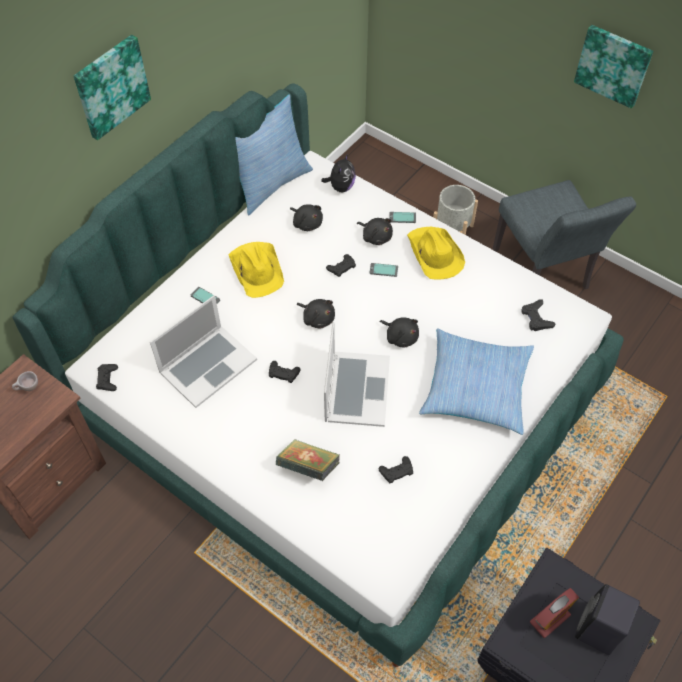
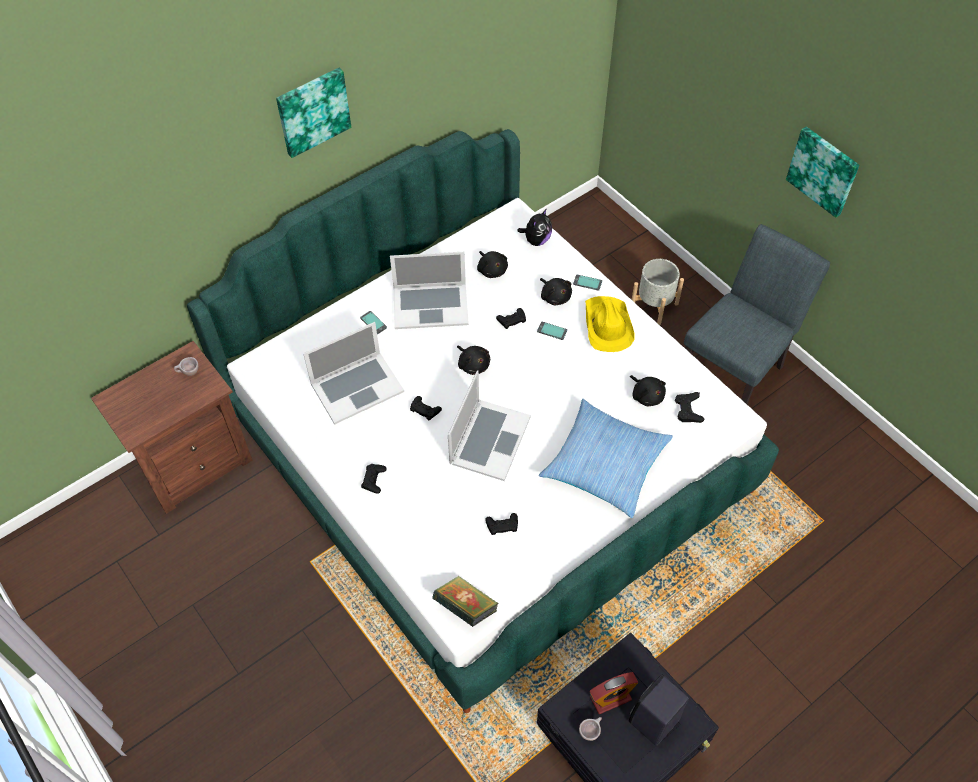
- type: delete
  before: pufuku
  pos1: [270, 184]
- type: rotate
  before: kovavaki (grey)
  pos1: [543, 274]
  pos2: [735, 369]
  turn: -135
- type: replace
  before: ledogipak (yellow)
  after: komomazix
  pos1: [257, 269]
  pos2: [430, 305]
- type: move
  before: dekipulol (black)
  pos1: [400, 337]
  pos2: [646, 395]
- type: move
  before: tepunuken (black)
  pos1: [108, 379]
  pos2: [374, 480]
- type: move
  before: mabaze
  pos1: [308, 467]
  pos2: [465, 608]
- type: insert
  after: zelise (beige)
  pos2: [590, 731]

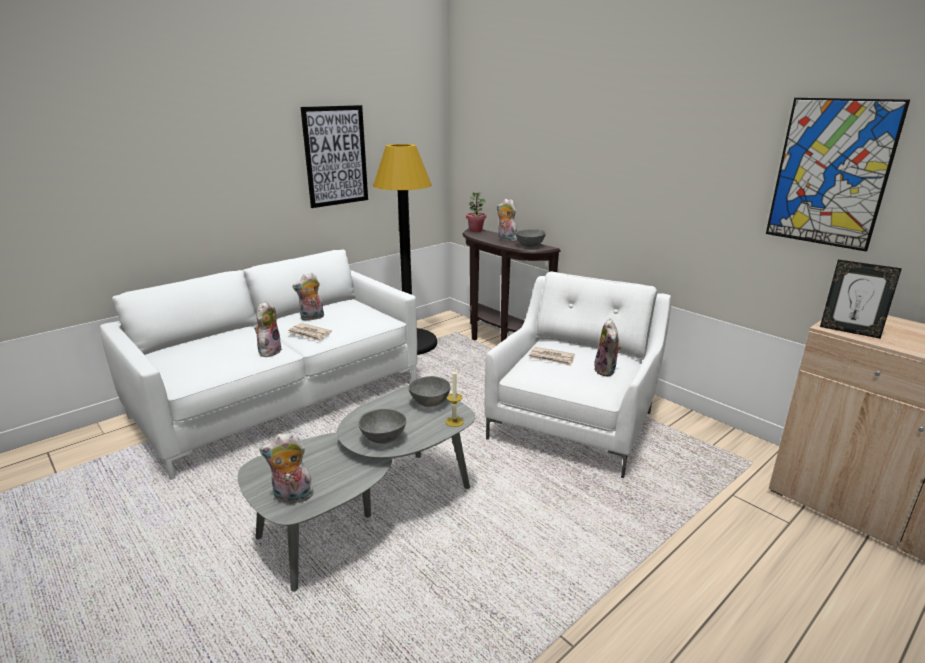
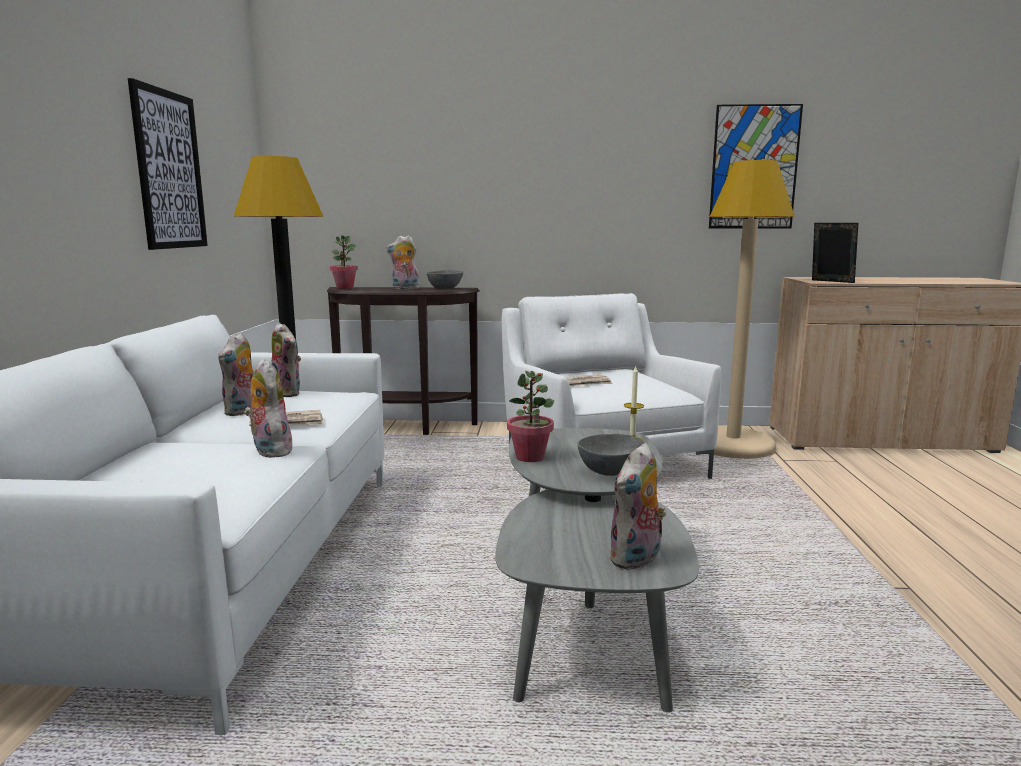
- type: rotate
  before: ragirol
  pos1: [849, 331]
  pos2: [831, 281]
  turn: -120
- type: move
  before: dekipulol
  pos1: [606, 371]
  pos2: [289, 393]
- type: delete
  before: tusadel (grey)
  pos1: [429, 403]
- type: insert
  after: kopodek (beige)
  pos2: [732, 445]
- type: insert
  after: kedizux
  pos2: [530, 457]

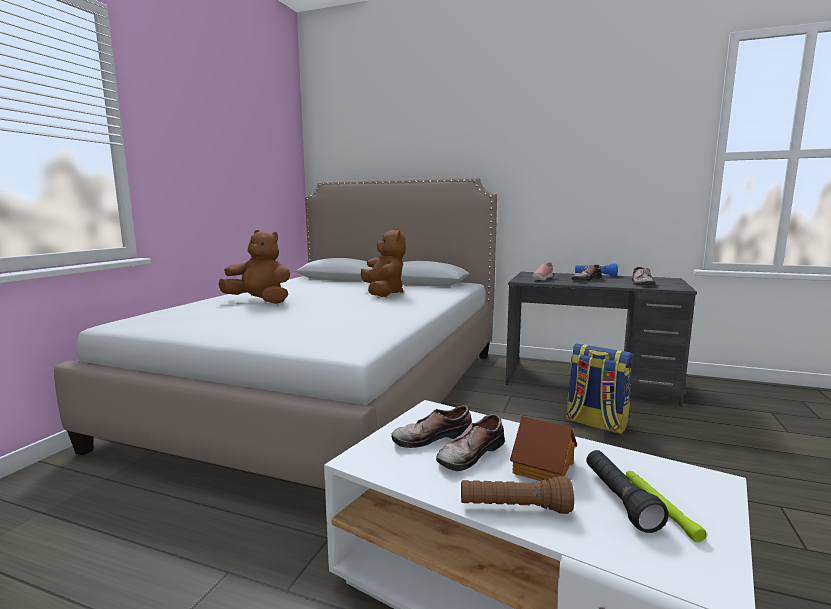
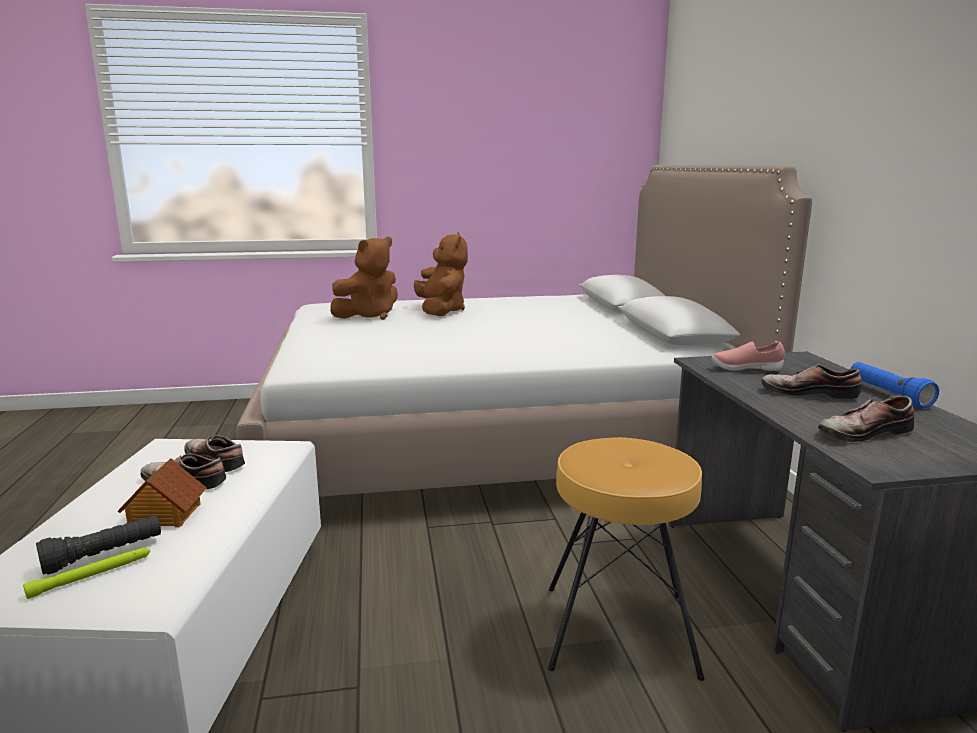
- type: move
  before: dekipulol (brown)
  pos1: [383, 293]
  pos2: [369, 316]
- type: replace
  before: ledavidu
  after: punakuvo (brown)
  pos1: [595, 423]
  pos2: [618, 628]
- type: delete
  before: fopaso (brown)
  pos1: [514, 508]

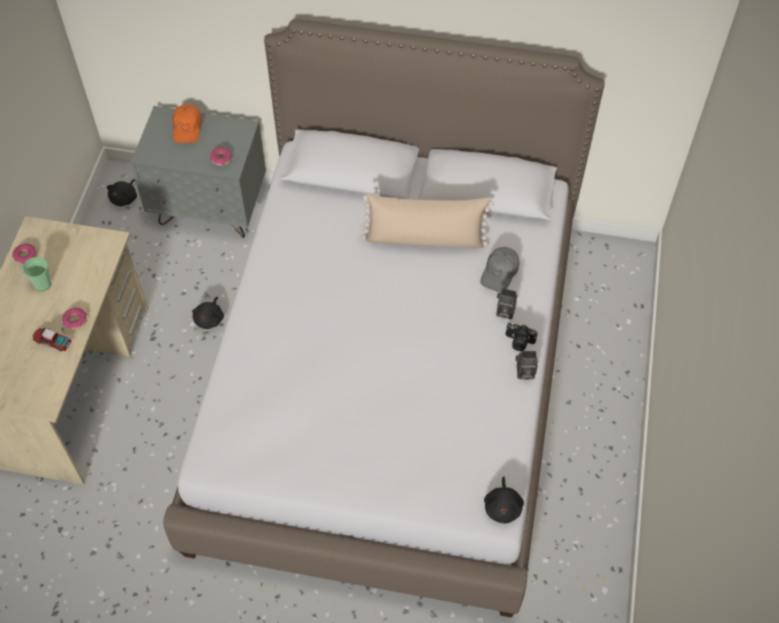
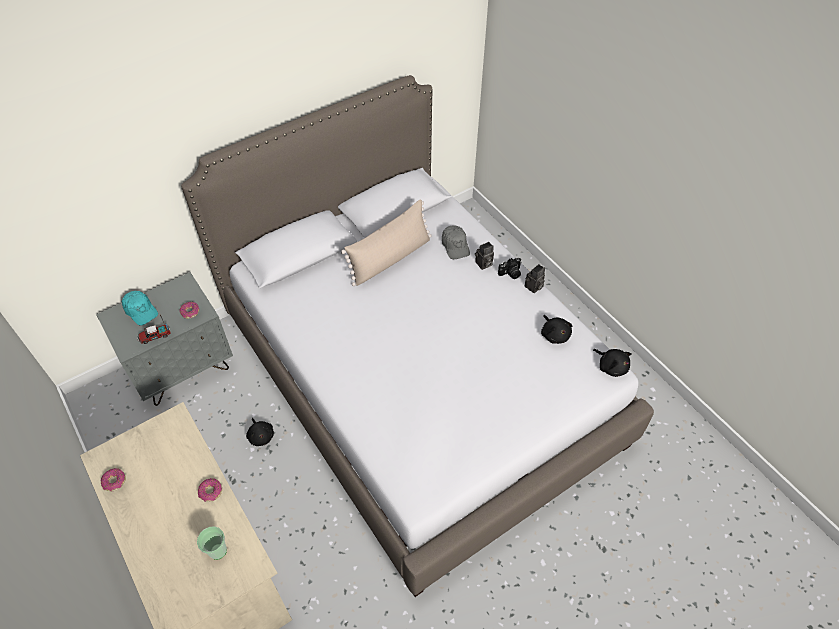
- type: recolor
  before: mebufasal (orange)
  after: mebufasal (turquoise)
  pos1: [187, 128]
  pos2: [141, 310]
- type: move
  before: dekipulol (black)
  pos1: [125, 198]
  pos2: [554, 334]
- type: move
  before: zelise
  pos1: [43, 284]
  pos2: [217, 550]
- type: move
  before: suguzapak
  pos1: [52, 342]
  pos2: [155, 336]

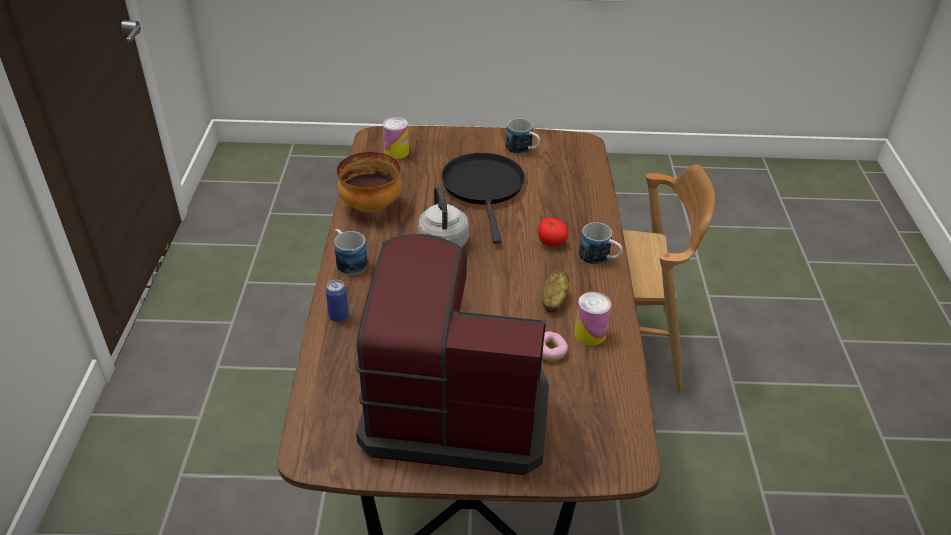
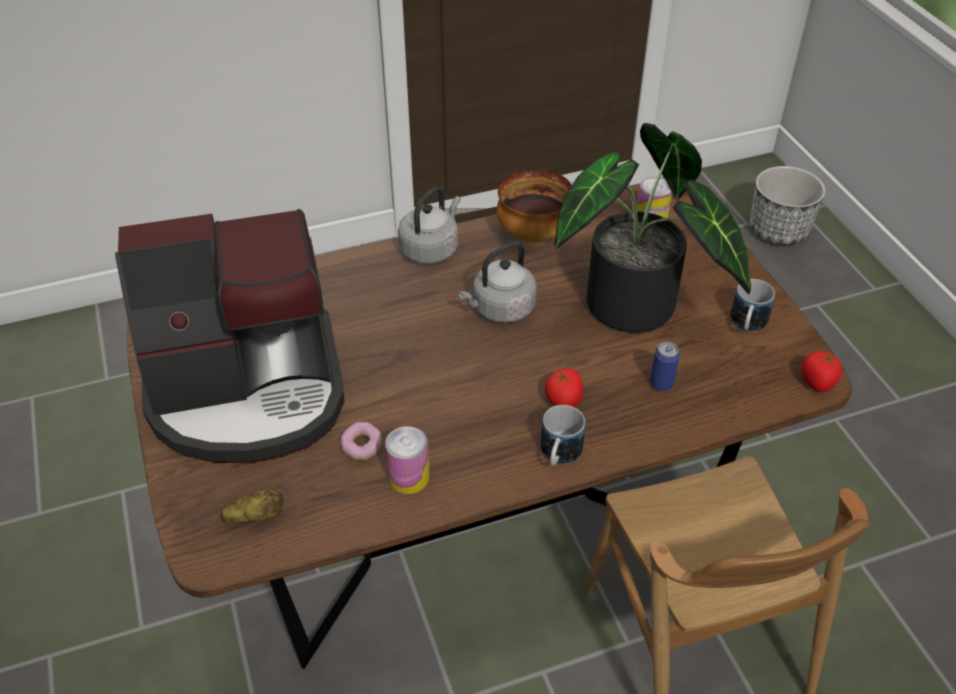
- type: replace
  before: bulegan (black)
  after: kedizux
  pos1: [484, 188]
  pos2: [634, 312]
- type: replace
  before: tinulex
  after: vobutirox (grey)
  pos1: [348, 261]
  pos2: [431, 249]
- type: rotate
  before: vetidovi
  pos1: [455, 407]
  pos2: [249, 391]
  turn: 90
- type: move
  before: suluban
  pos1: [553, 300]
  pos2: [255, 517]
- type: move
  before: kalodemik
  pos1: [338, 316]
  pos2: [661, 384]
- type: insert
  after: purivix
  pos2: [779, 230]
- type: insert
  after: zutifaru
  pos2: [817, 382]

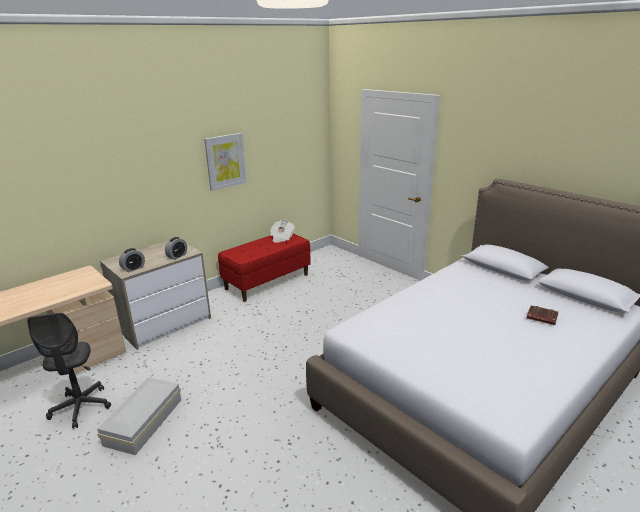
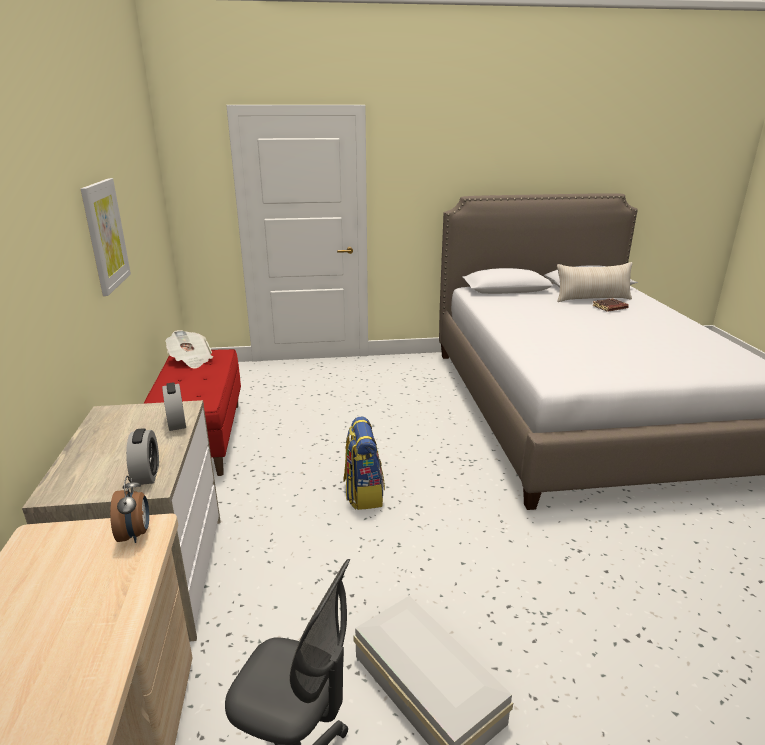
- type: insert
  after: pufuku (beige)
  pos2: [592, 299]
- type: insert
  after: ledavidu
  pos2: [363, 493]
- type: insert
  after: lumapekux
  pos2: [135, 534]

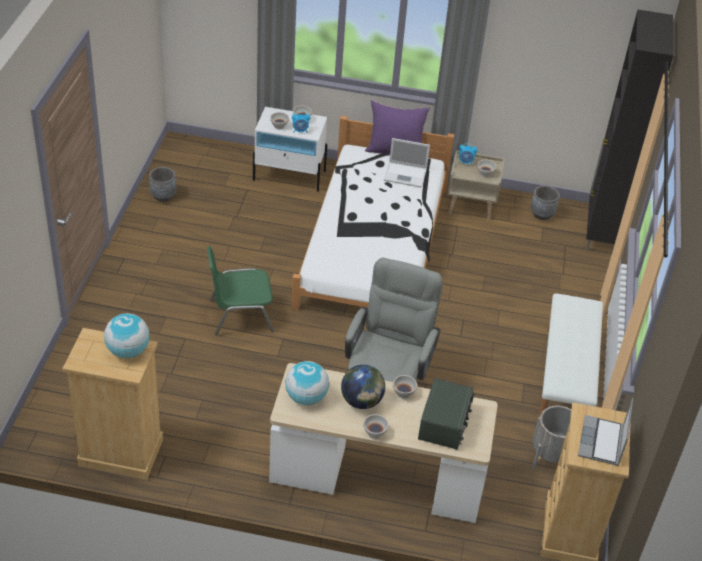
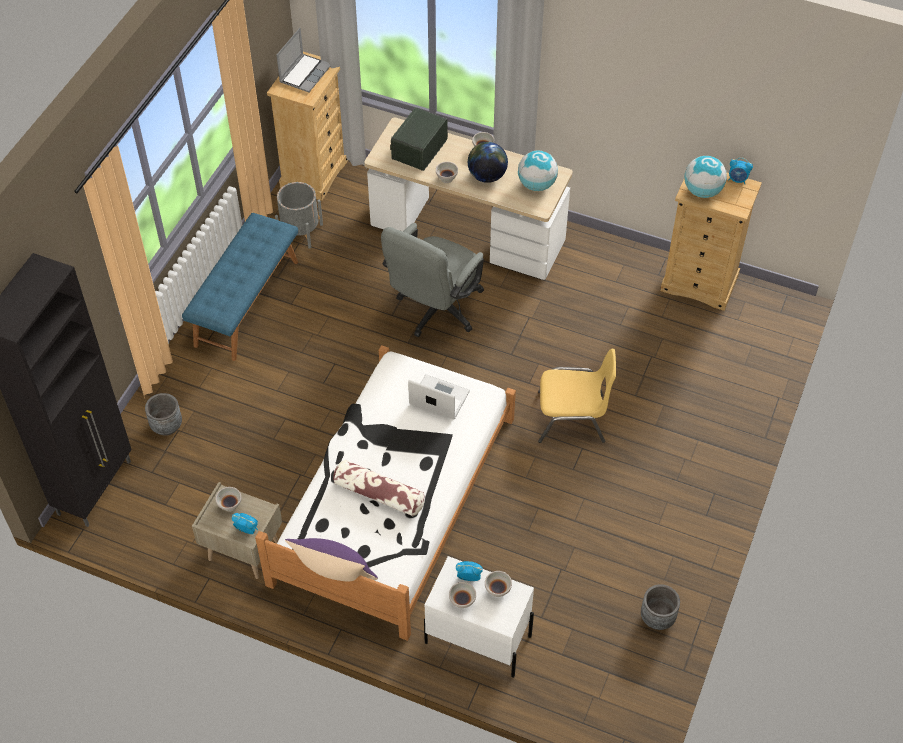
- type: move
  before: komomazix
  pos1: [406, 175]
  pos2: [438, 397]
- type: move
  before: purivix (grey)
  pos1: [542, 214]
  pos2: [166, 426]
- type: recolor
  before: kovavaki (green)
  after: kovavaki (yellow)
  pos1: [240, 315]
  pos2: [572, 418]
- type: recolor
  before: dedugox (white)
  after: dedugox (blue)
  pos1: [565, 379]
  pos2: [246, 302]
- type: insert
  after: lumapekux
  pos2: [737, 180]
- type: insert
  after: pufuku
  pos2: [379, 494]

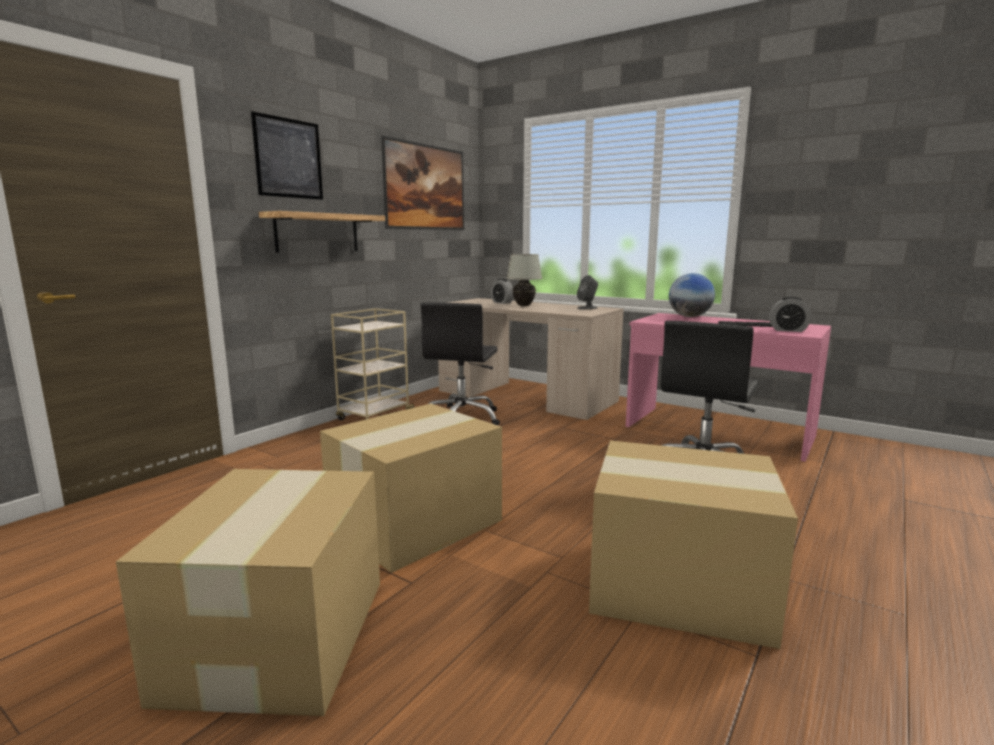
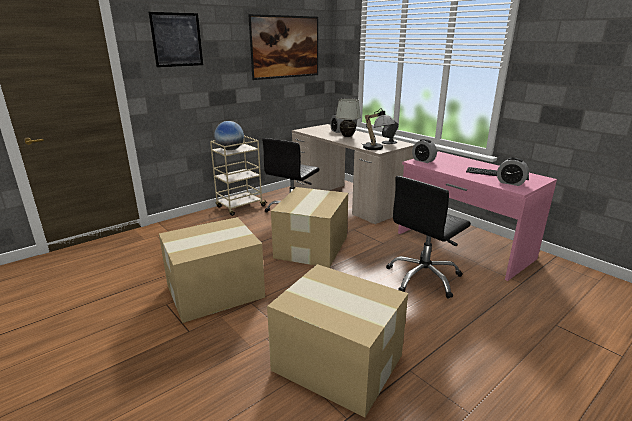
- type: delete
  before: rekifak
  pos1: [317, 233]
- type: move
  before: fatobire
  pos1: [689, 317]
  pos2: [230, 149]
- type: move
  before: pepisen
  pos1: [281, 634]
  pos2: [312, 246]
- type: insert
  after: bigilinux
  pos2: [377, 149]
- type: insert
  after: lumapekux
  pos2: [423, 160]

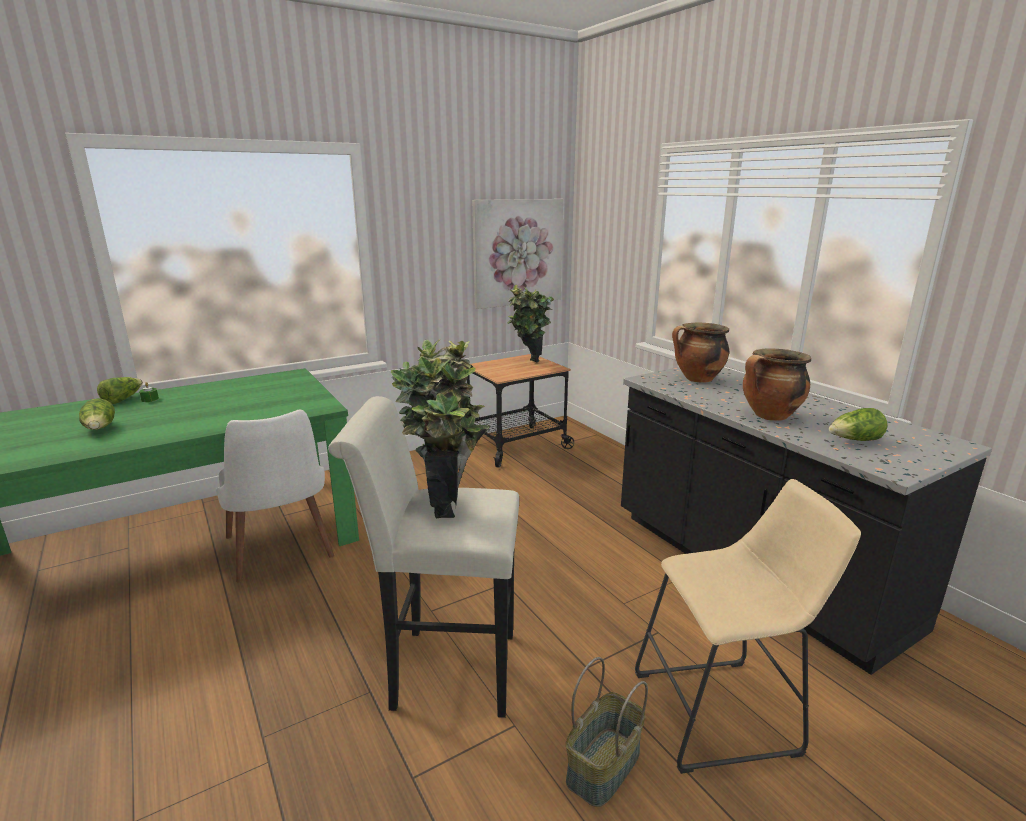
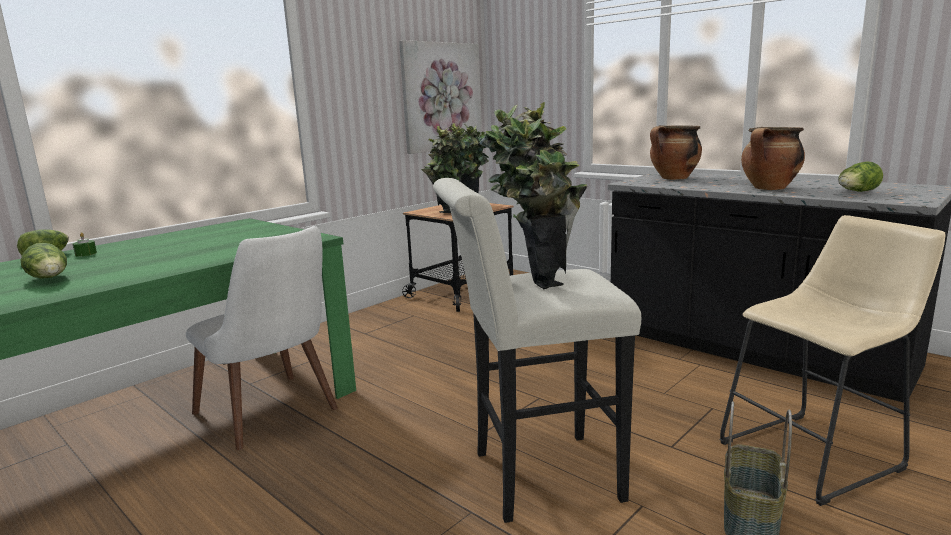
- type: insert
  after: kedizux
  pos2: [450, 216]

